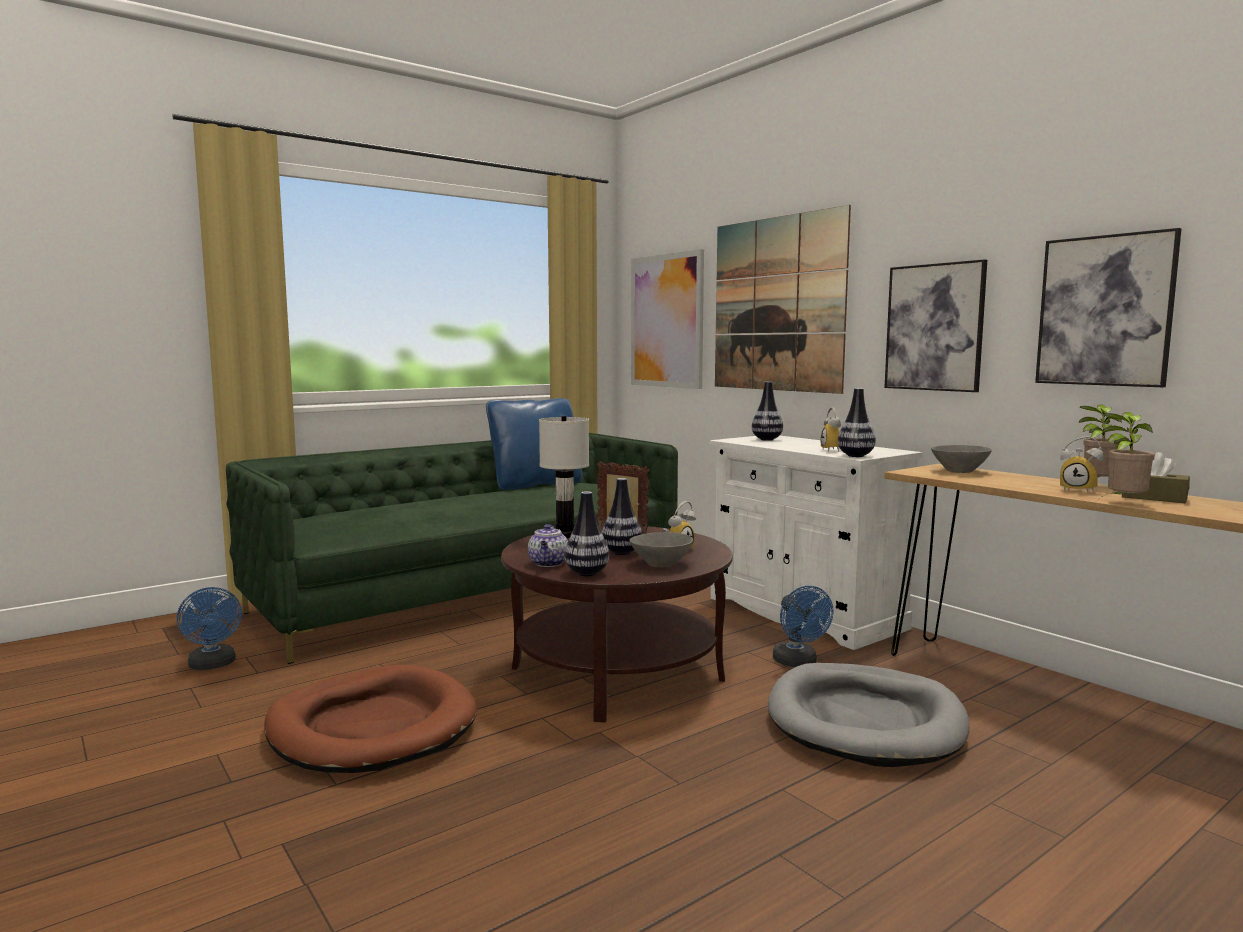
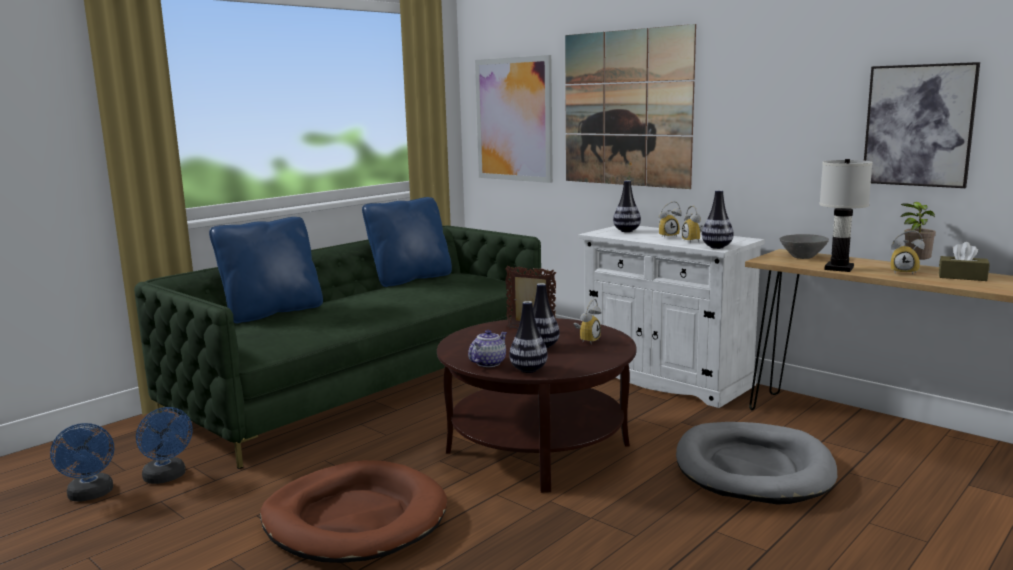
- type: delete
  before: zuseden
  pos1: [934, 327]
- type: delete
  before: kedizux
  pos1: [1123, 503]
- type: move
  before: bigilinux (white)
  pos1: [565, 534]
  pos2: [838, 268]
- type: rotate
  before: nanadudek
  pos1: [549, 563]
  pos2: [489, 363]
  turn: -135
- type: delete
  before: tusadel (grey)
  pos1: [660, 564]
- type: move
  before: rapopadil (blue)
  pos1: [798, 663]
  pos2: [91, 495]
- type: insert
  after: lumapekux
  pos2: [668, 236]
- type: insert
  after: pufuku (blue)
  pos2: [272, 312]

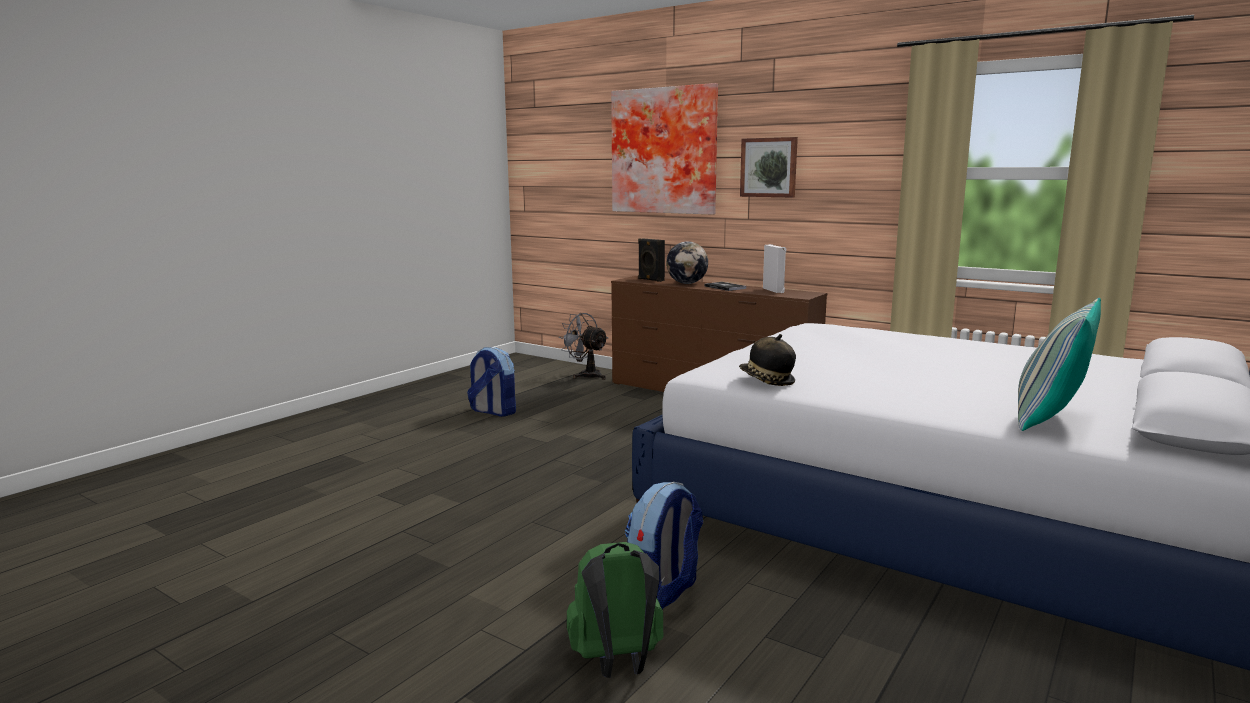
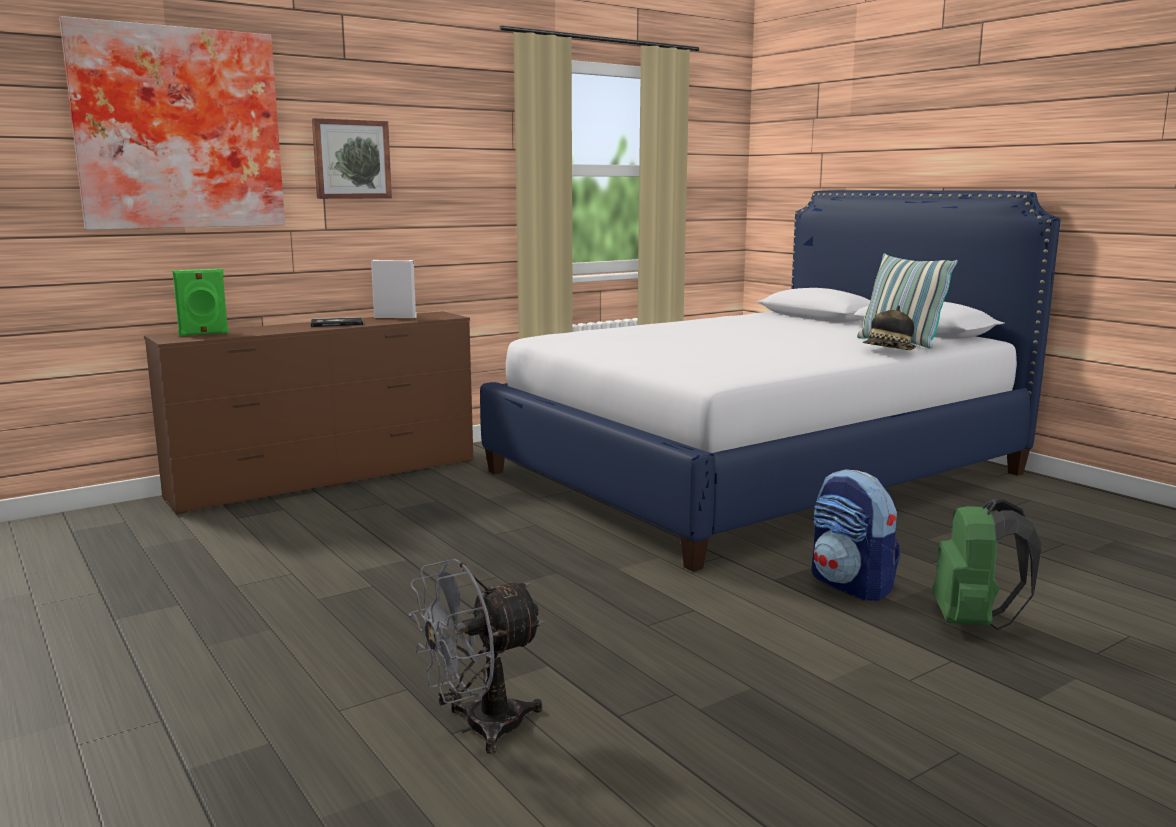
- type: recolor
  before: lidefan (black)
  after: lidefan (green)
  pos1: [650, 280]
  pos2: [203, 334]
- type: delete
  before: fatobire
  pos1: [687, 283]
- type: move
  before: rapopadil (grey)
  pos1: [586, 375]
  pos2: [479, 728]
- type: move
  before: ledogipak
  pos1: [766, 381]
  pos2: [888, 351]
- type: delete
  before: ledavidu
  pos1: [493, 411]

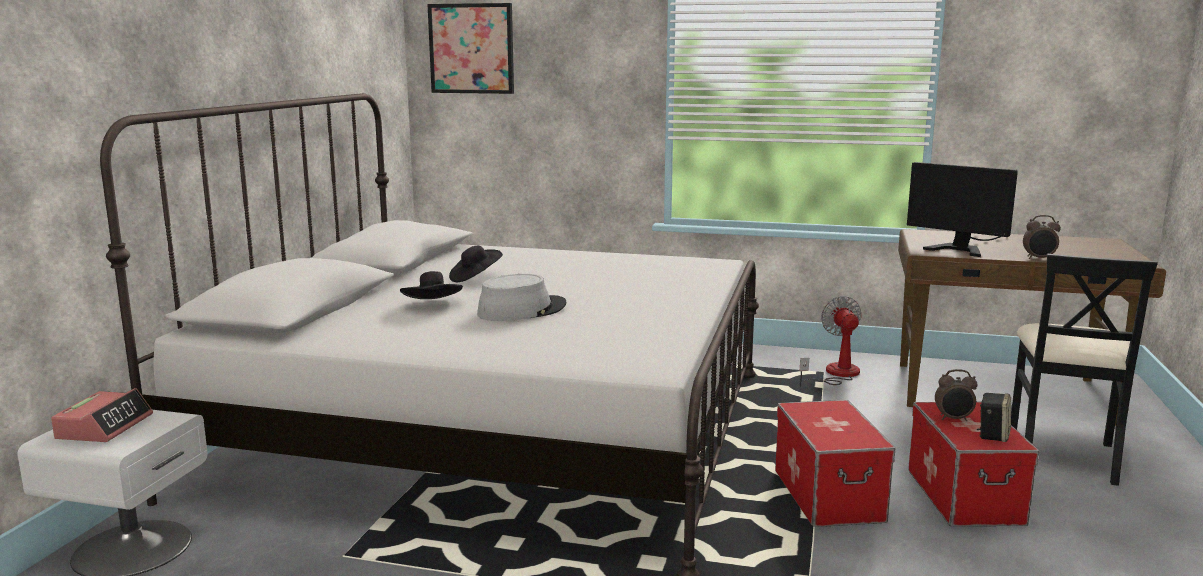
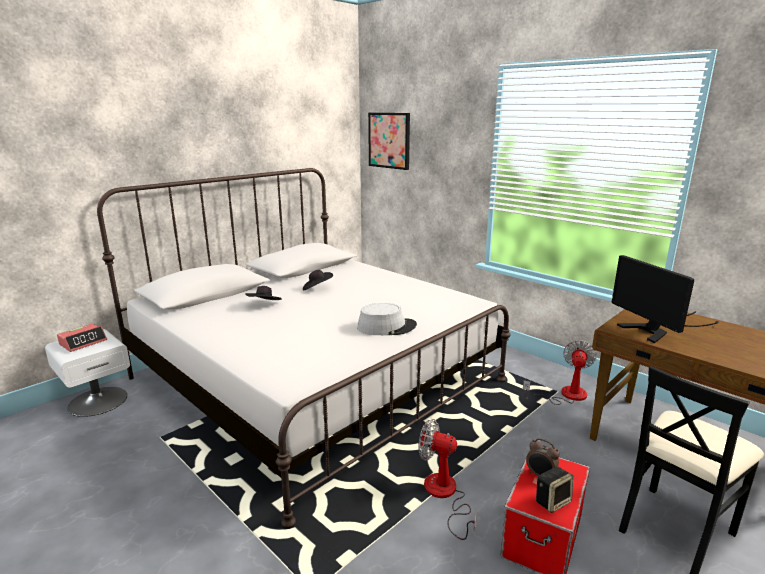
- type: delete
  before: lumapekux
  pos1: [1039, 259]
- type: move
  before: ledogipak (grey)
  pos1: [522, 310]
  pos2: [386, 327]
- type: replace
  before: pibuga
  after: rapopadil
  pos1: [829, 496]
  pos2: [444, 495]

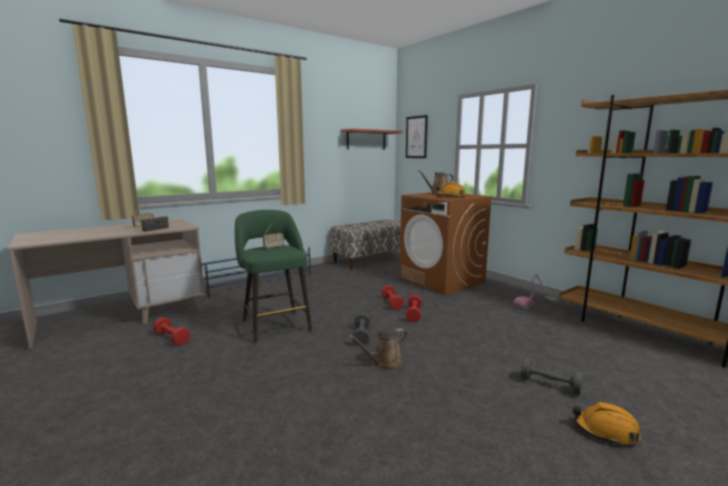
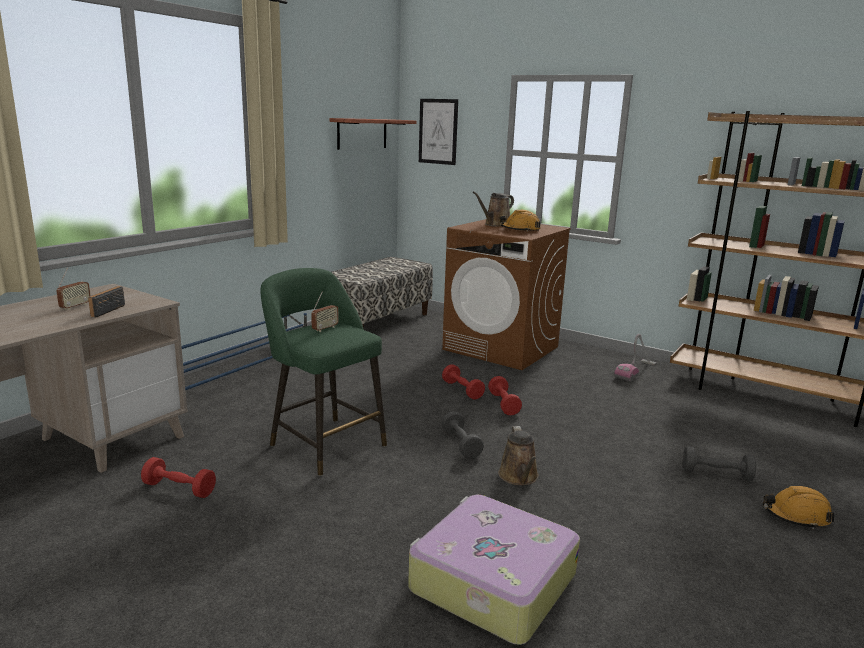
- type: rotate
  before: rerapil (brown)
  pos1: [384, 362]
  pos2: [519, 477]
  turn: -45
- type: insert
  after: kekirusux
  pos2: [490, 582]

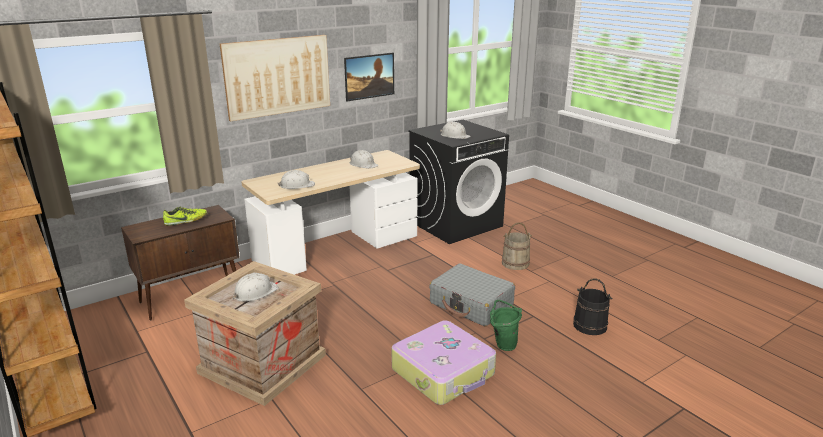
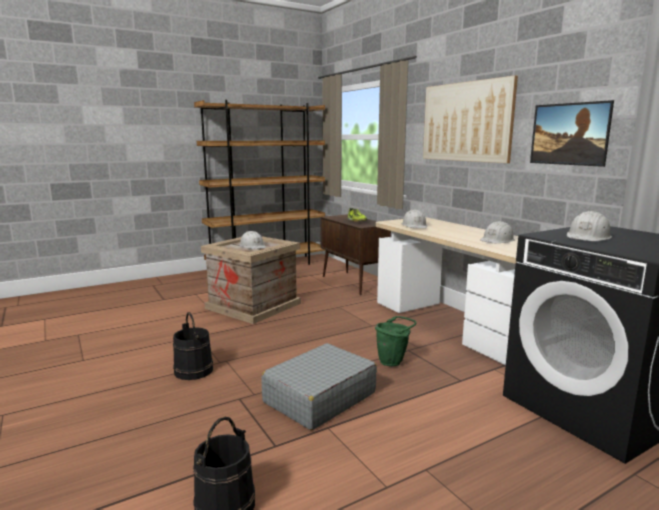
- type: delete
  before: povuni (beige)
  pos1: [515, 263]
- type: move
  before: povuni (green)
  pos1: [503, 344]
  pos2: [393, 362]
- type: replace
  before: kekirusux
  after: povuni (black)
  pos1: [444, 372]
  pos2: [194, 370]

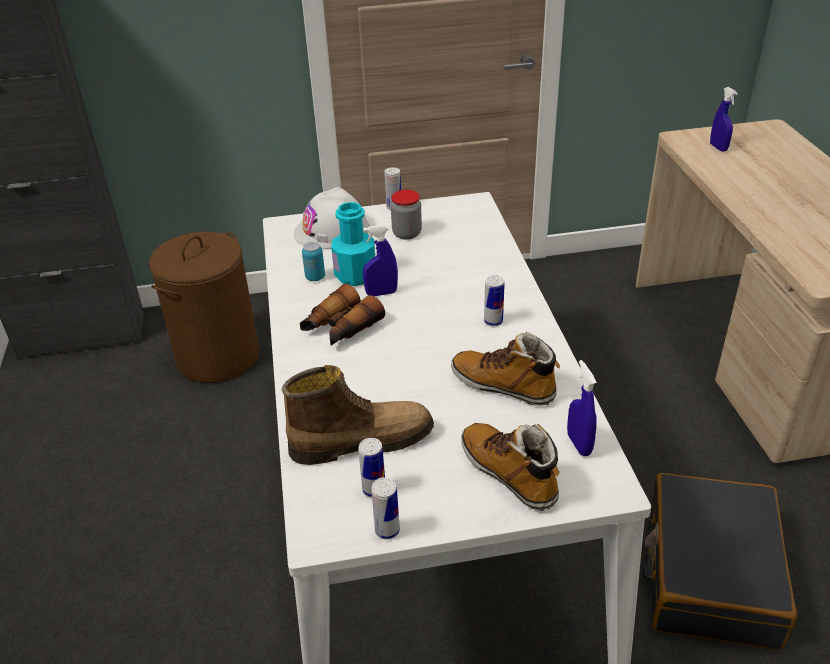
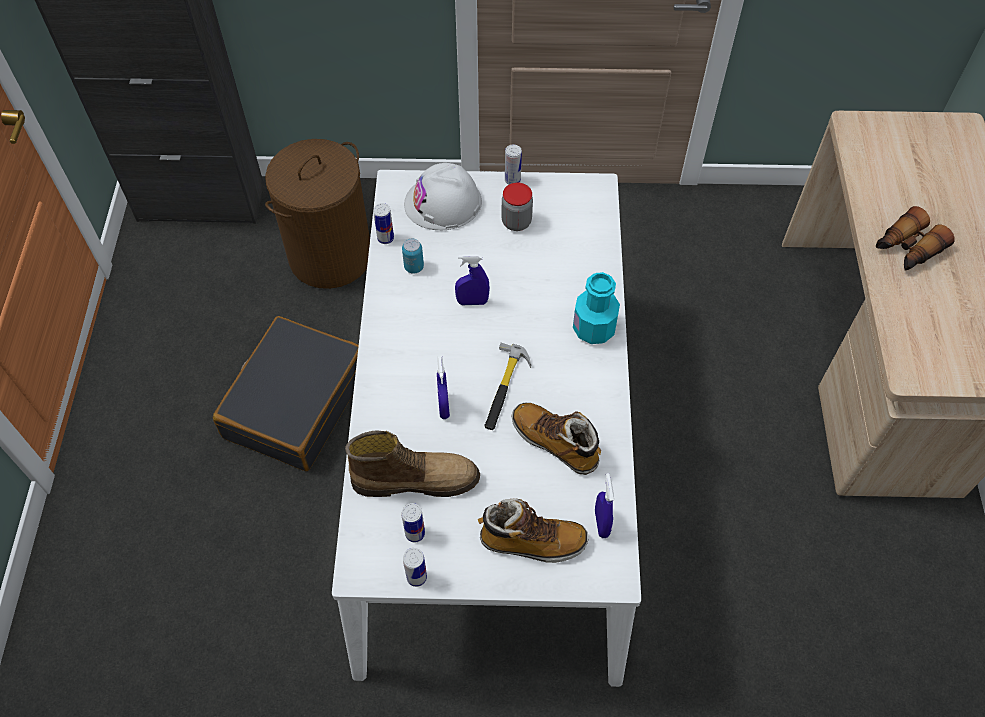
- type: move
  before: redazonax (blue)
  pos1: [718, 147]
  pos2: [443, 406]
- type: move
  before: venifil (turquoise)
  pos1: [355, 275]
  pos2: [594, 328]
- type: move
  before: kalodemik
  pos1: [493, 321]
  pos2: [385, 238]
- type: move
  before: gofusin
  pos1: [340, 328]
  pos2: [907, 248]
- type: rotate
  before: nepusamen
  pos1: [509, 474]
  pos2: [532, 542]
  turn: 120
- type: move
  before: kekirusux (black)
  pos1: [709, 573]
  pos2: [295, 403]
- type: insert
  after: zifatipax
  pos2: [504, 389]

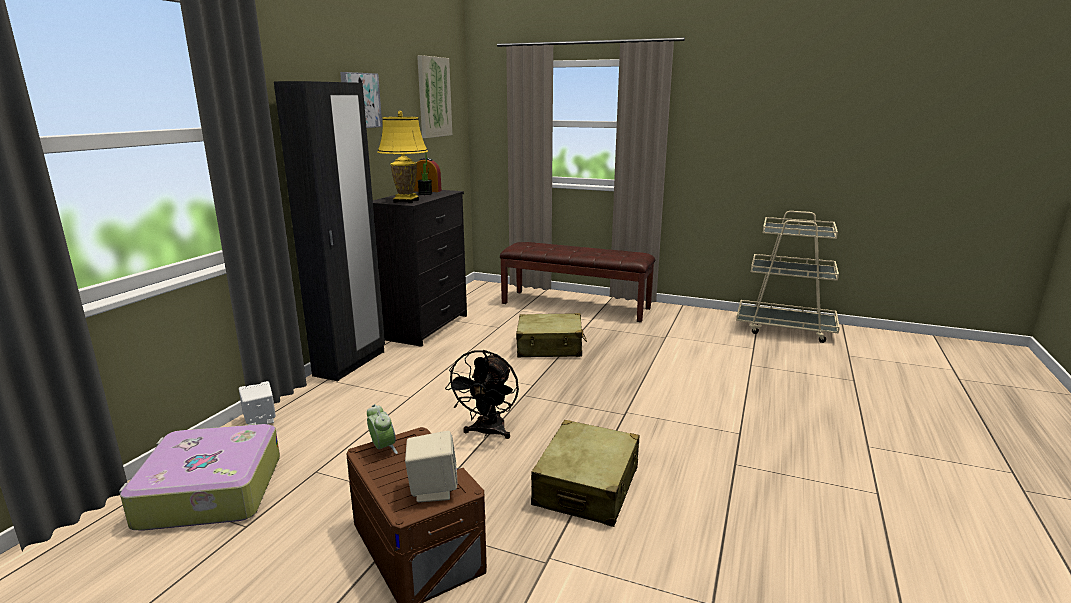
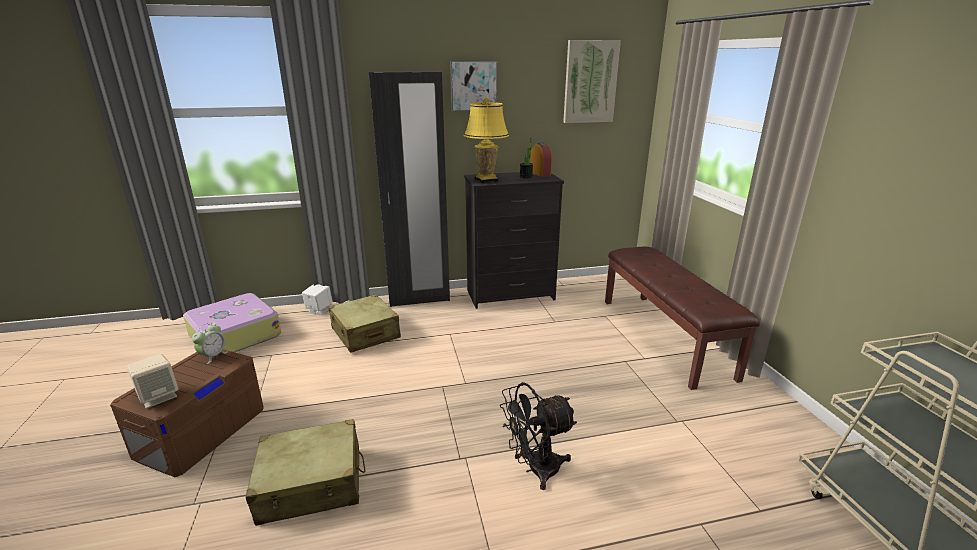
- type: move
  before: kekirusux (beige)
  pos1: [550, 347]
  pos2: [365, 333]
- type: move
  before: rapopadil (black)
  pos1: [487, 433]
  pos2: [535, 469]

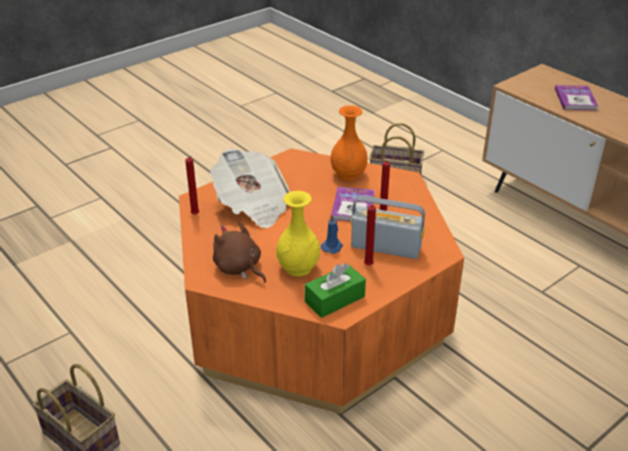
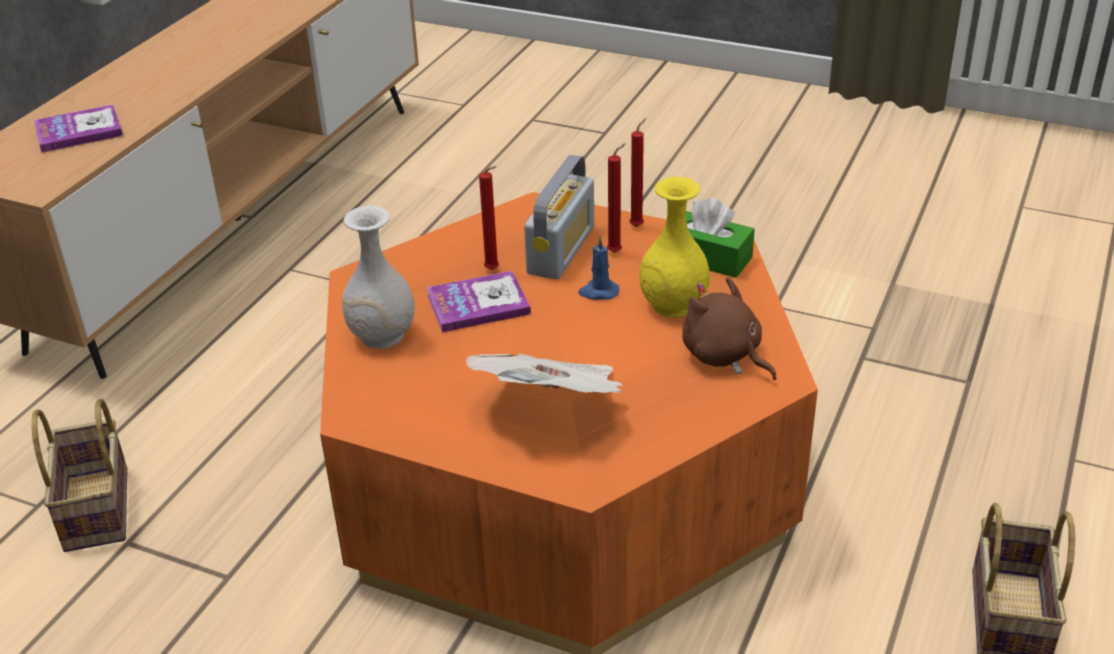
- type: recolor
  before: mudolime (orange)
  after: mudolime (white)
  pos1: [349, 174]
  pos2: [381, 335]
- type: move
  before: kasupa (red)
  pos1: [195, 215]
  pos2: [638, 225]
- type: rotate
  before: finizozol
  pos1: [385, 247]
  pos2: [561, 250]
  turn: -150
- type: rotate
  before: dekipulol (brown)
  pos1: [239, 268]
  pos2: [724, 356]
  turn: 120

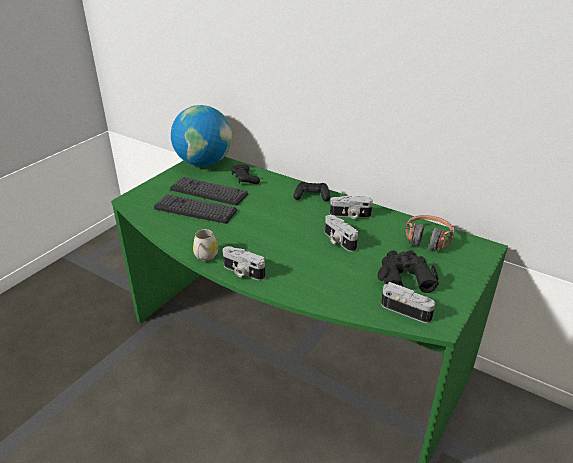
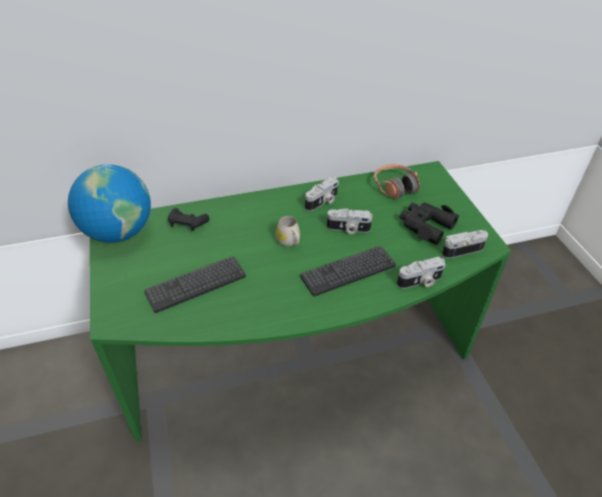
- type: move
  before: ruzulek
  pos1: [208, 192]
  pos2: [348, 271]
- type: delete
  before: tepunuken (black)
  pos1: [312, 196]
- type: move
  before: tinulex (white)
  pos1: [205, 257]
  pos2: [289, 242]
- type: move
  before: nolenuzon
  pos1: [242, 272]
  pos2: [420, 281]

